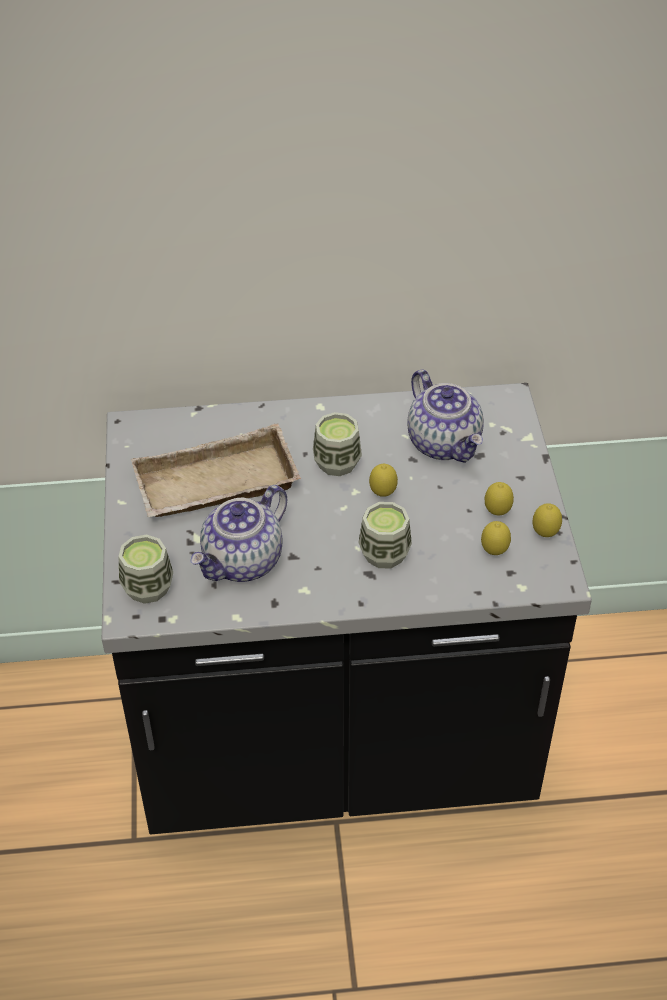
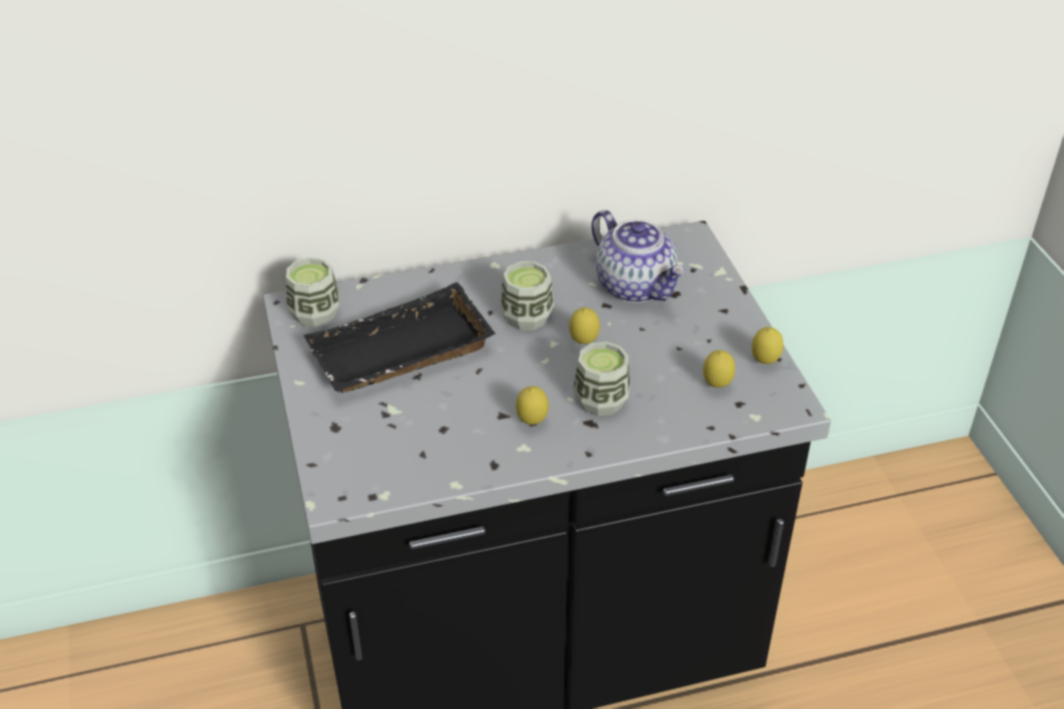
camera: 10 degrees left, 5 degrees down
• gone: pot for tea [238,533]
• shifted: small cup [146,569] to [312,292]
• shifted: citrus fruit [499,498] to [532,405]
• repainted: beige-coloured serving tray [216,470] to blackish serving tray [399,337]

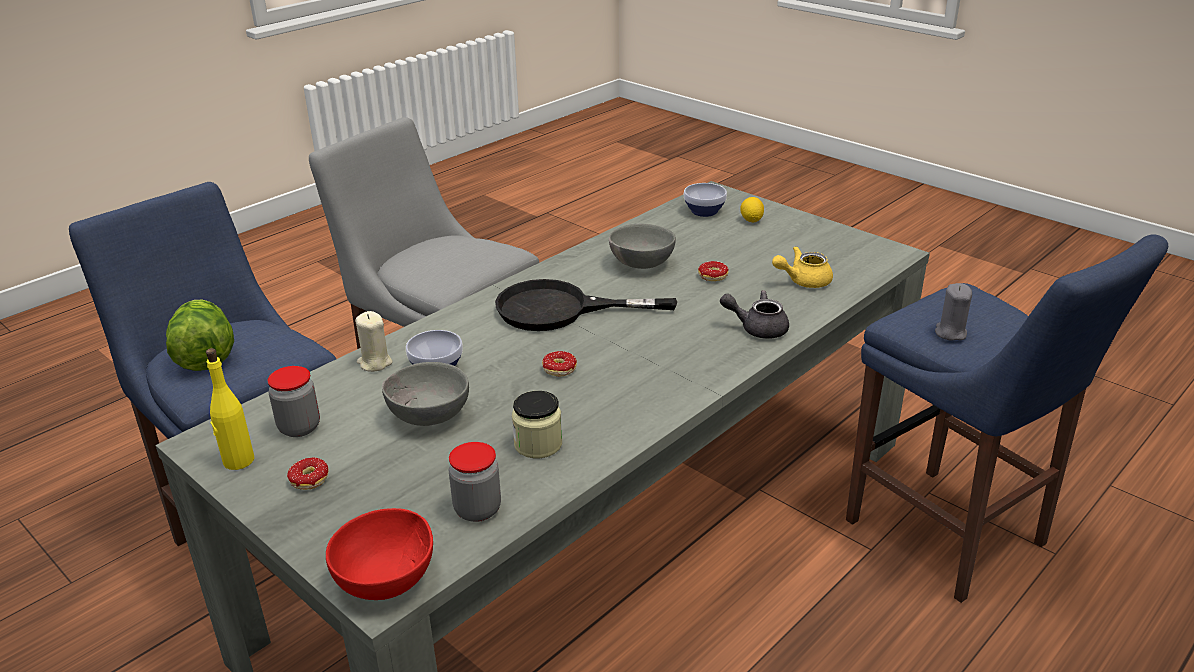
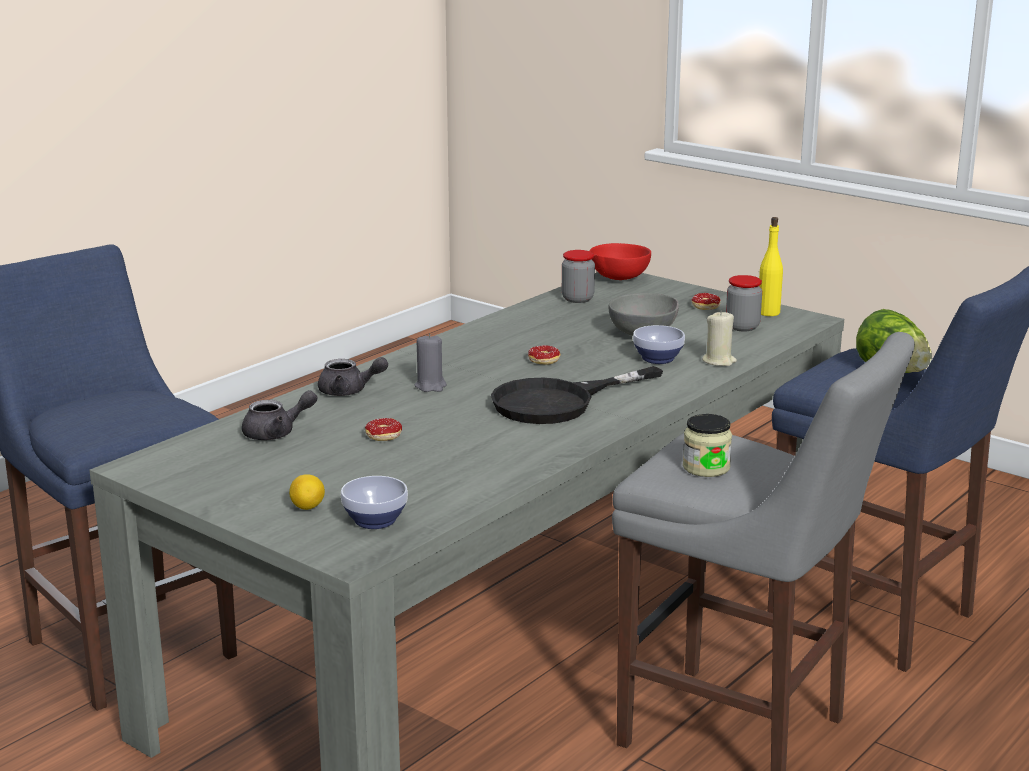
camera: 175 degrees right, 10 degrees down
• gone: grey deep dish [642,246]
• shifted: storage jar [537,424] to [707,445]
• shifted: grey wax candle [953,312] to [431,362]
• repainted: yellowish pot for tea [802,267] to grey pot for tea [279,415]
• rotated: blackish pan [586,305] = [577,395] 150 degrees clockwise

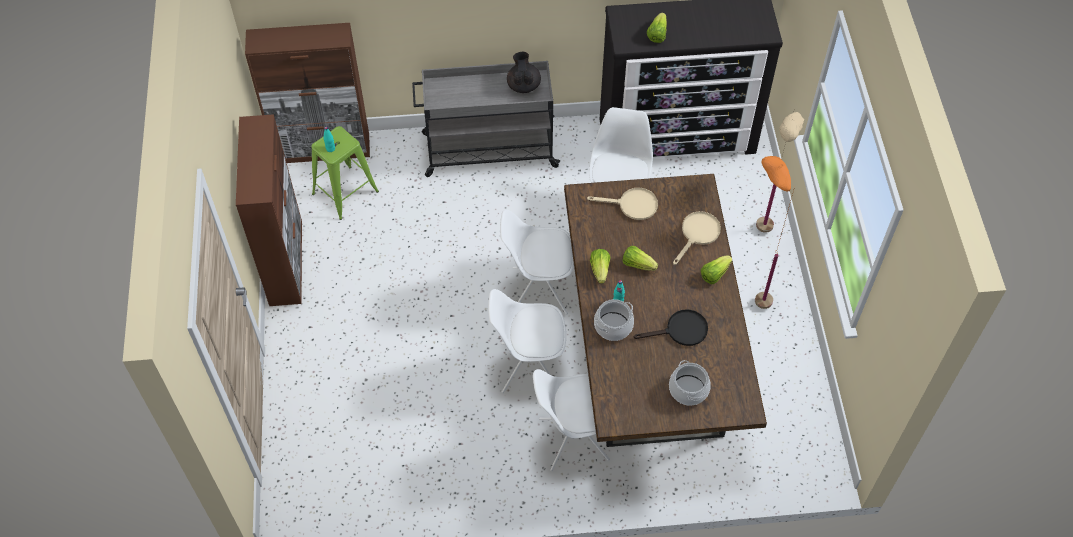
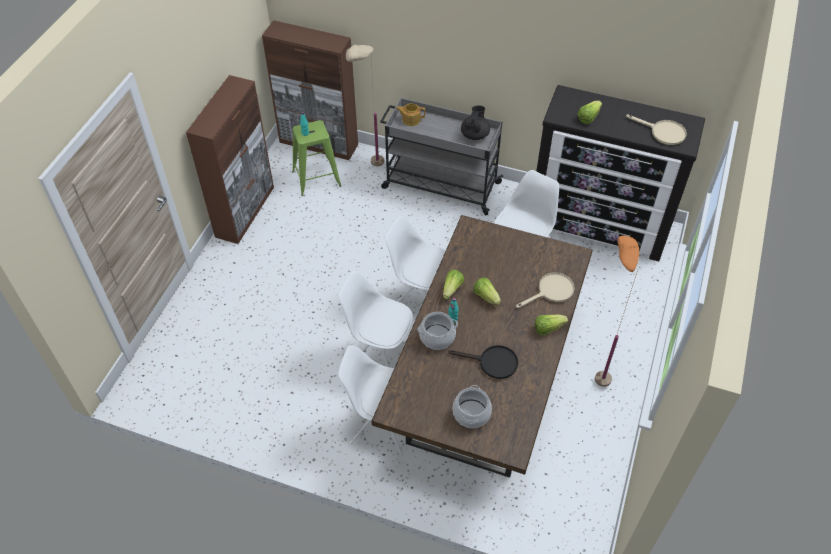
camera: 25 degrees right, 5 degrees down
• new: pot for tea [410,114]
• shifted: beige-coloured pan [622,204] to [656,129]
• shifted: beige-coloured floor lamp [780,170] to [365,106]

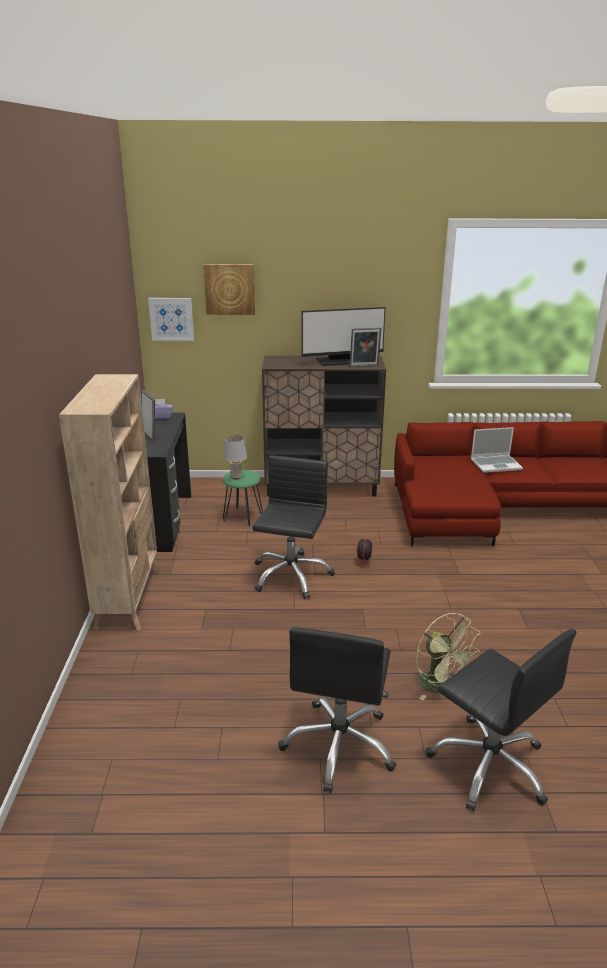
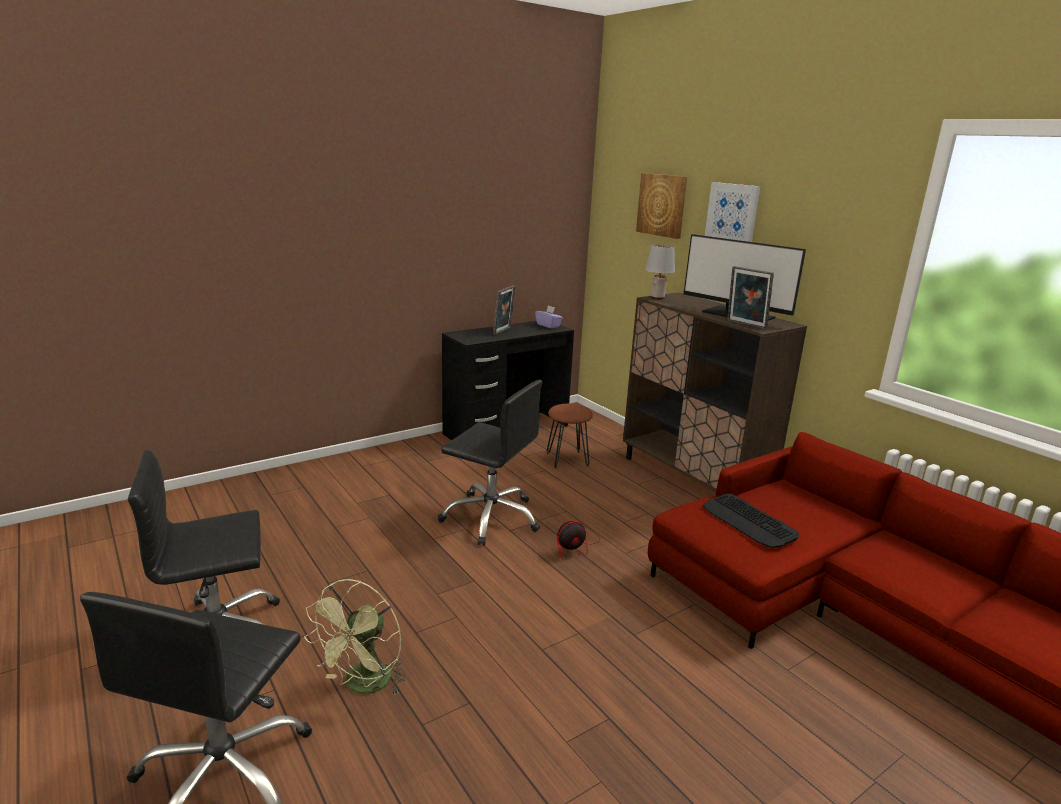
camera: 55 degrees right, 5 degrees down
• gone: beige-coloured bookcase [109,502]
• gone: laptop [497,450]
• new: PC keyboard [751,521]
• shifted: picture [171,319] to [732,212]
• shifted: grey tabletop lamp [235,457] to [660,271]
• repainted: green stool [243,498] to brown stool [570,436]
• rotated: blackish desk chair [293,527] = [490,463] 45 degrees clockwise

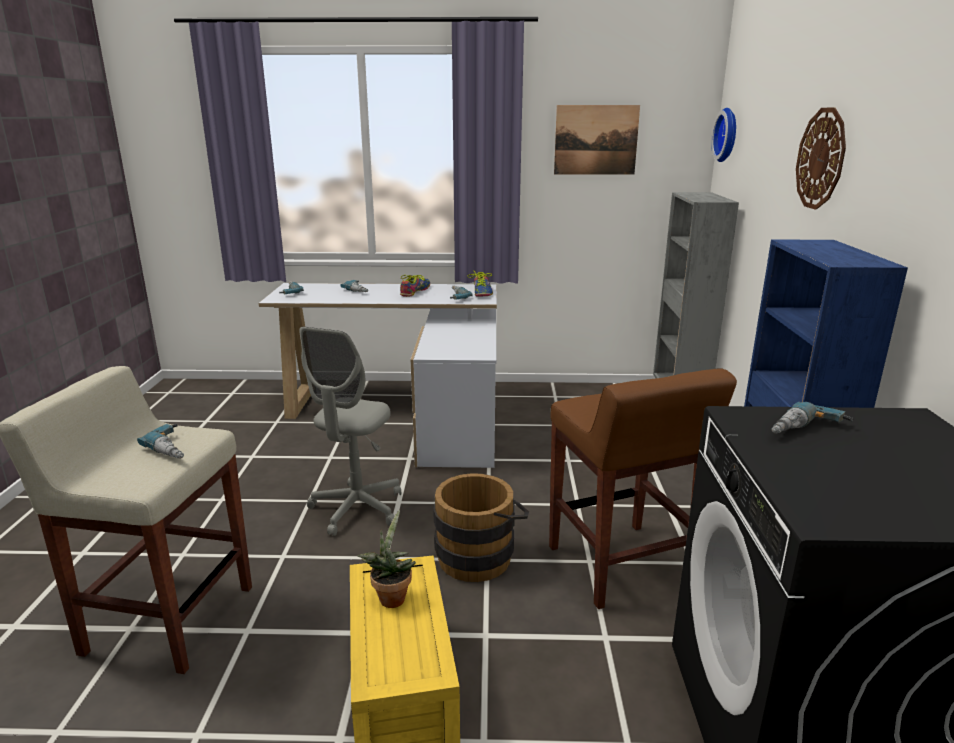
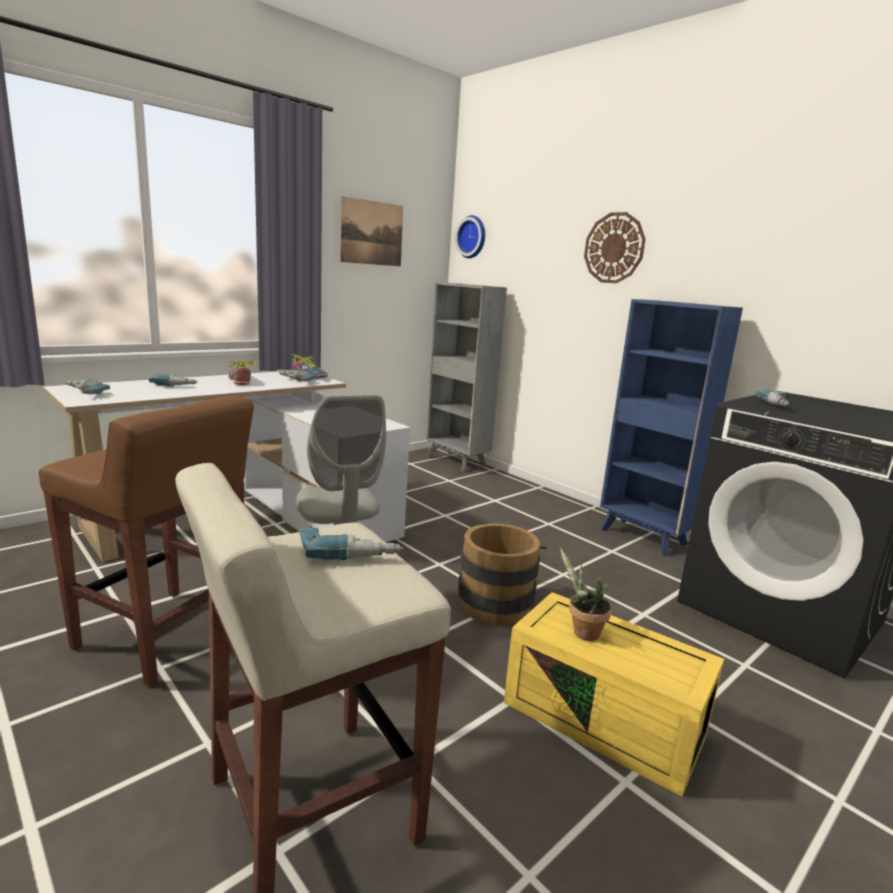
camera: 45 degrees left, 5 degrees down
• shifted: brown stool [643,489] to [146,541]

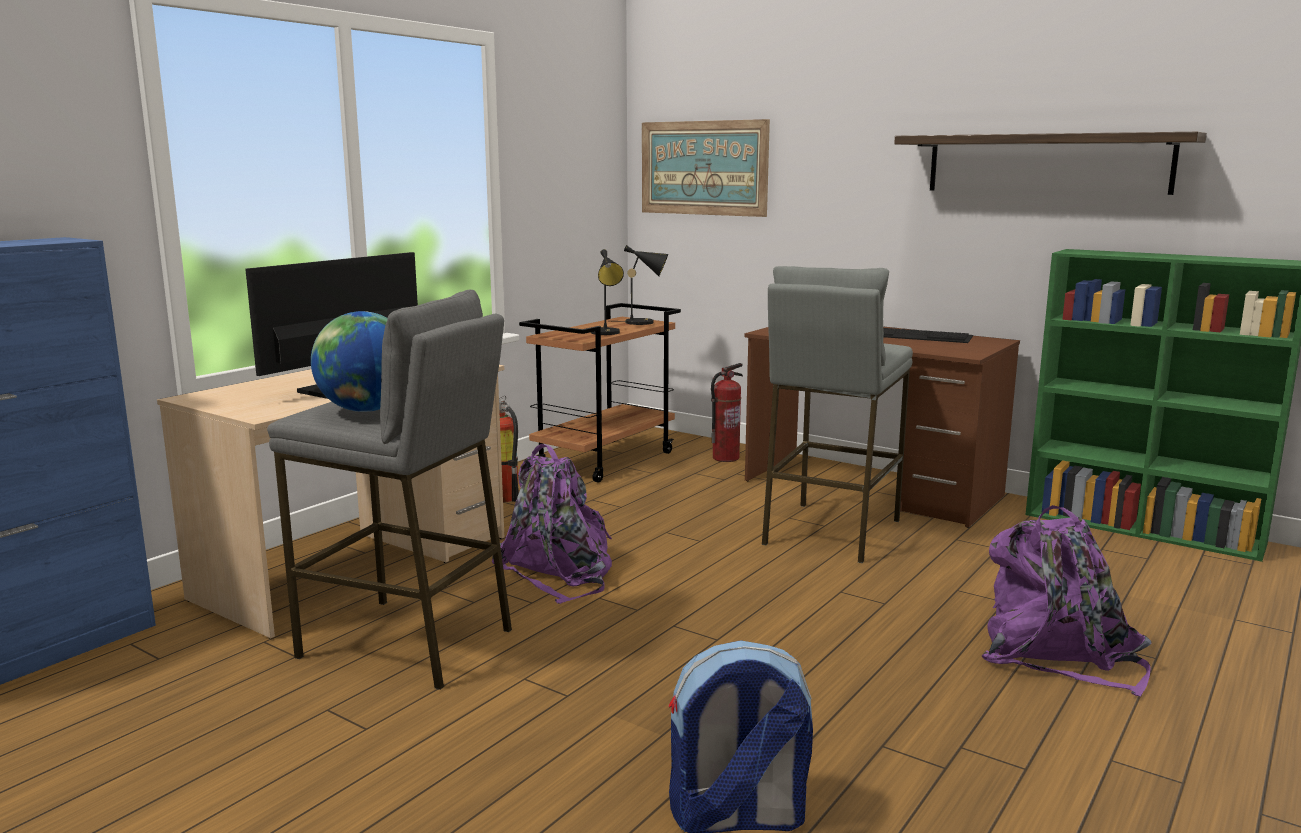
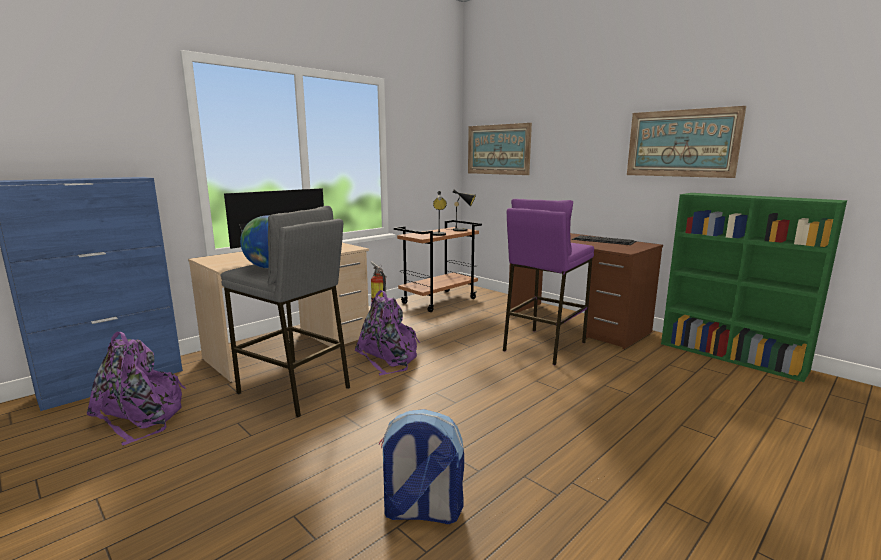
camera: 10 degrees right, 0 degrees up
• gone: fire extinguisher [727,412]
• shifted: purple backpack [1067,600] to [136,389]
• swapped: shelf [1050,163] to picture [686,142]
• repainted: grey stool [837,414] to purple stool [548,282]

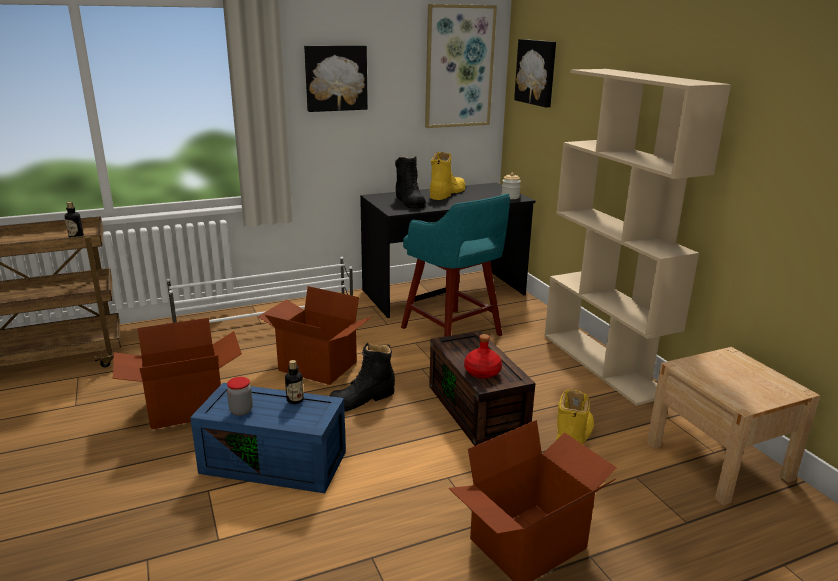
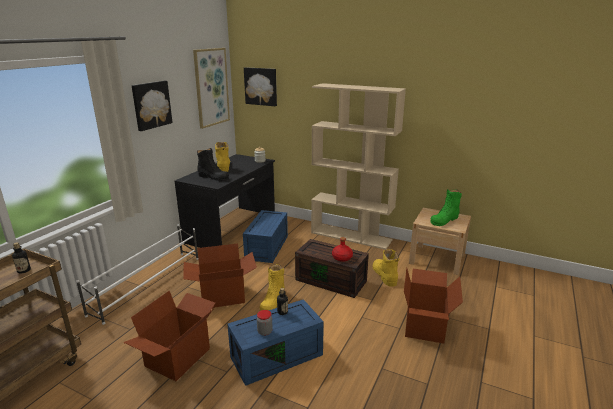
camera: 40 degrees left, 0 degrees up
• new: green high-top boot [446,207]
• swapped: turquoise-coloured stool [455,265] to bluish storage bin [265,236]
• repainted: blackish high-top boot [362,377] to yellowish high-top boot [272,287]

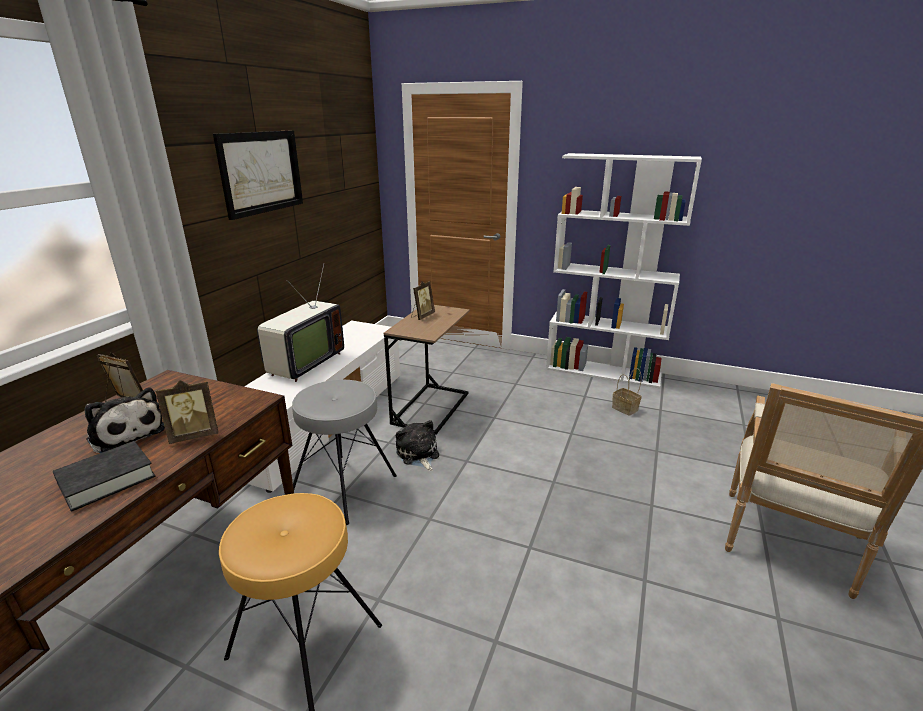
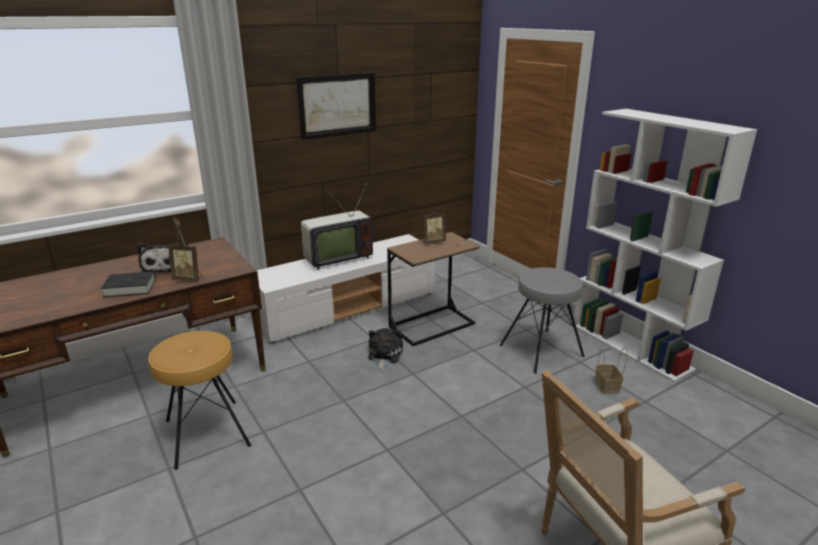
camera: 35 degrees right, 0 degrees up
• shifted: grey stool [344,452] to [542,320]

